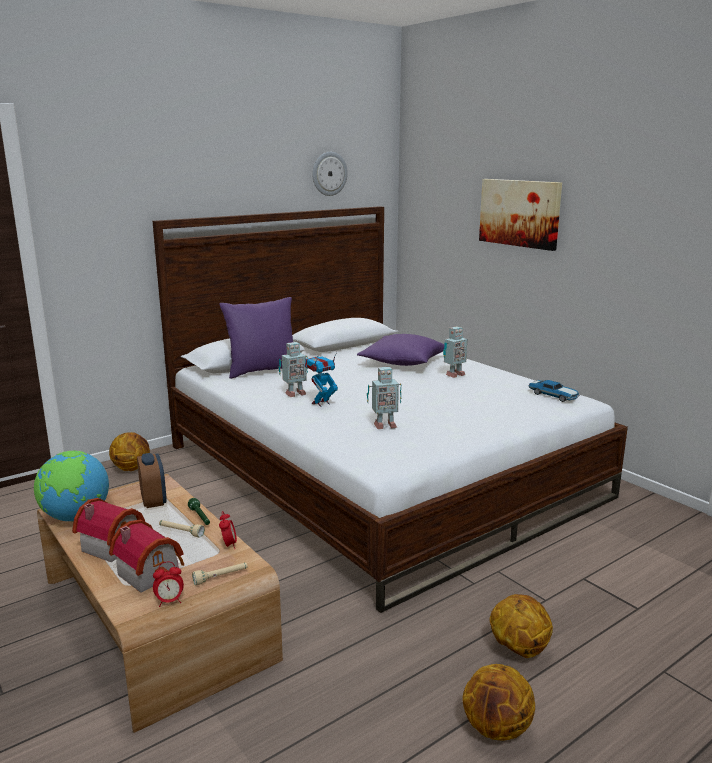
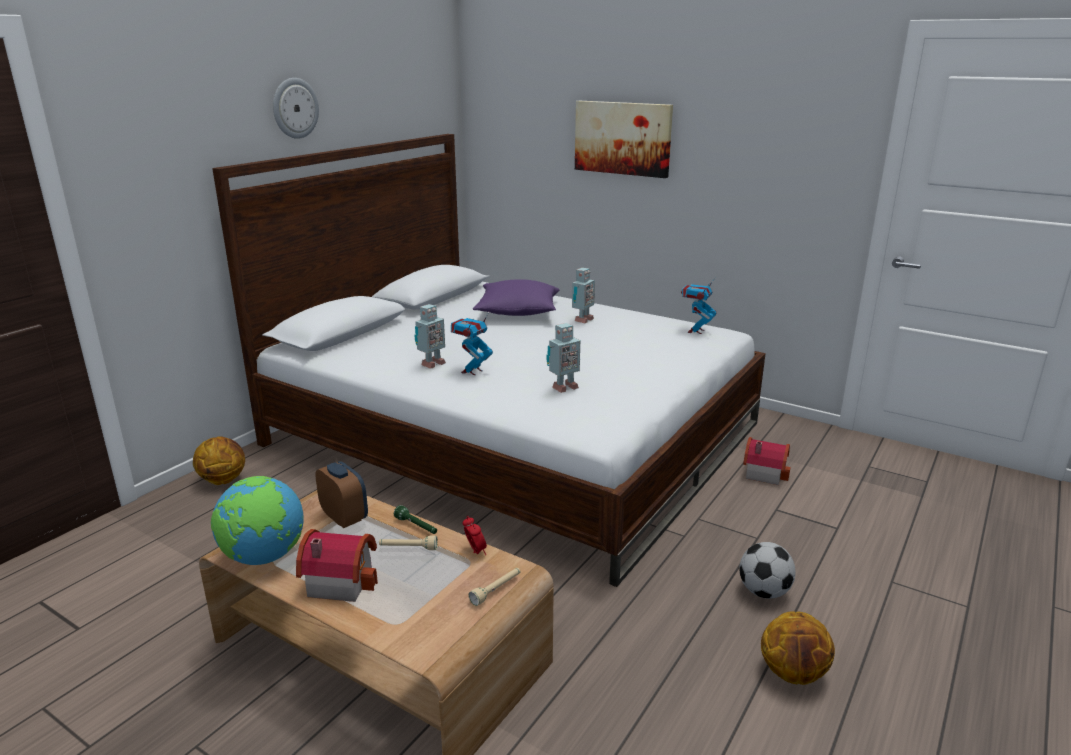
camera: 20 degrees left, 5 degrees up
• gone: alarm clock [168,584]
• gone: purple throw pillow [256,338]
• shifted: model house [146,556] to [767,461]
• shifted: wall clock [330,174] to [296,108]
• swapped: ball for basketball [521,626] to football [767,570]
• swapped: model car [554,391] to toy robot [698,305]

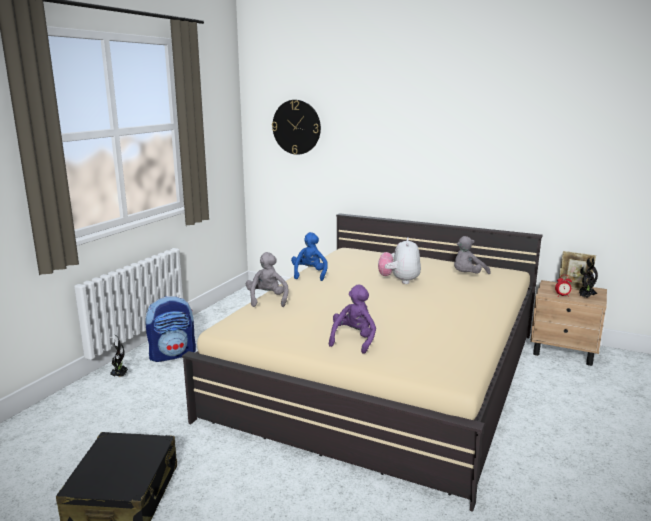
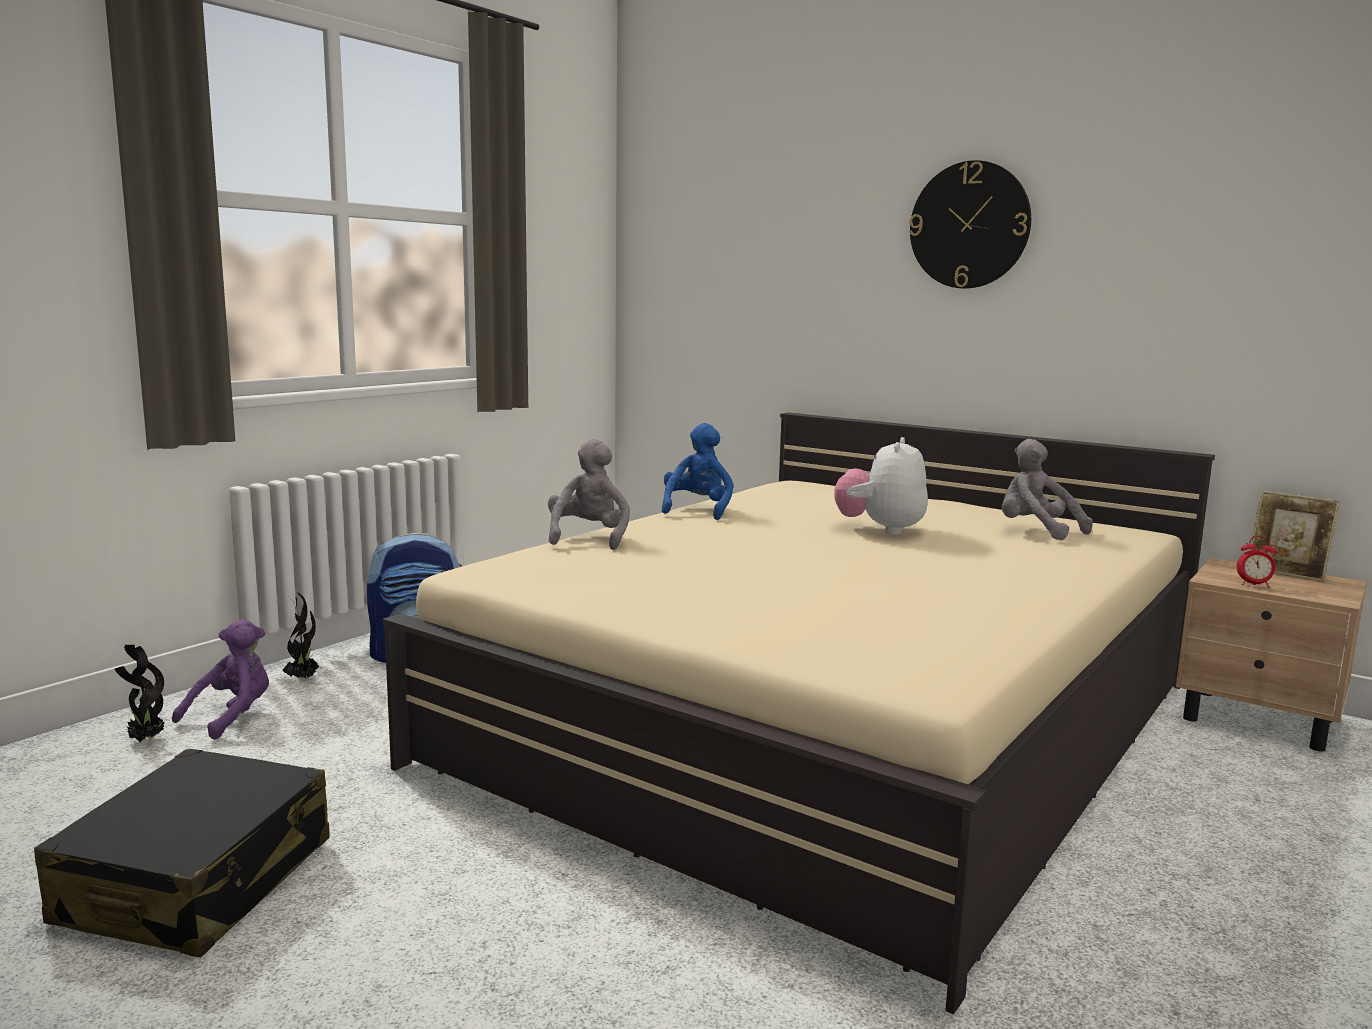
camera: 10 degrees right, 5 degrees down
• shifted: wall clock [296,127] to [970,224]
• shifted: purple cuddly toy [352,319] to [220,679]
• shifted: plant in a pot [588,277] to [139,693]
• rotated: grey cuddly toy [472,255] = [1047,489] 75 degrees clockwise

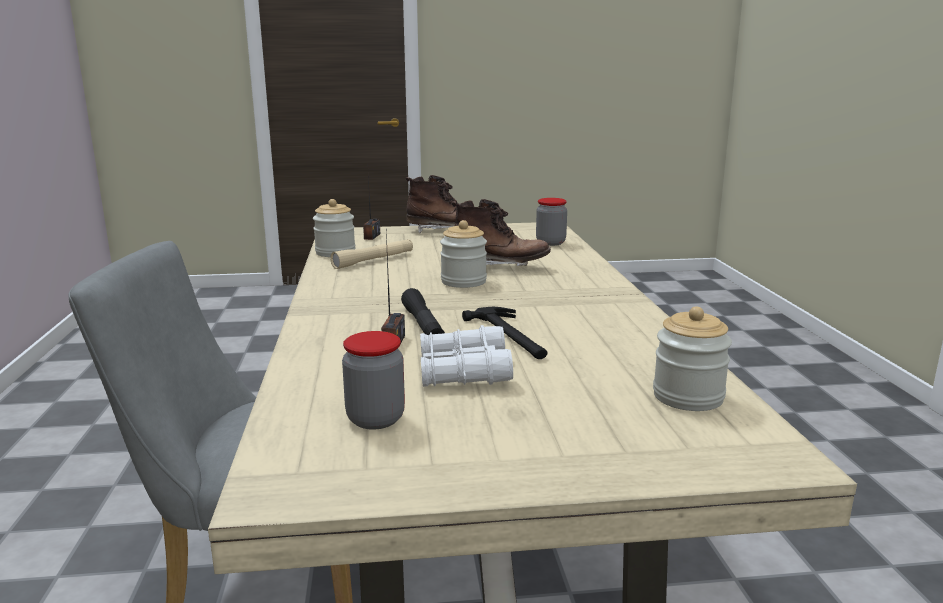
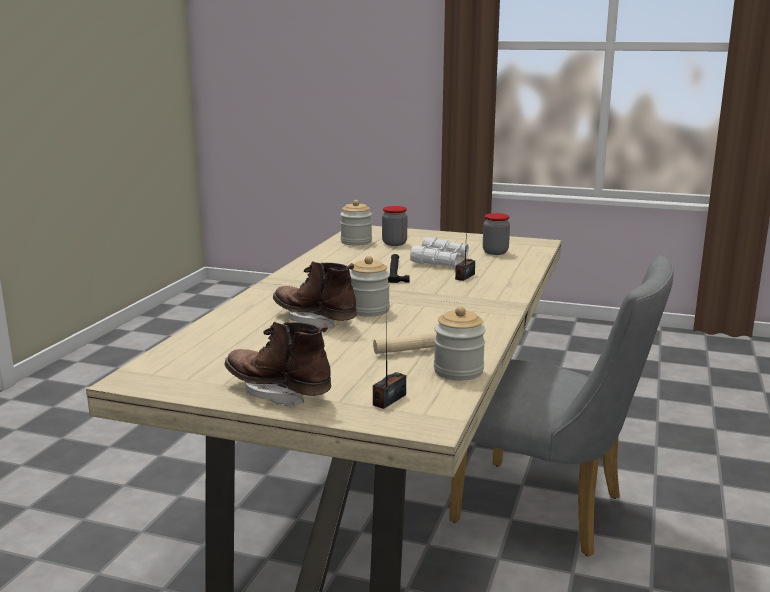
camera: 155 degrees left, 0 degrees up
• gone: blackish hand torch [423,311]
• shifted: storage jar [551,222] to [394,226]

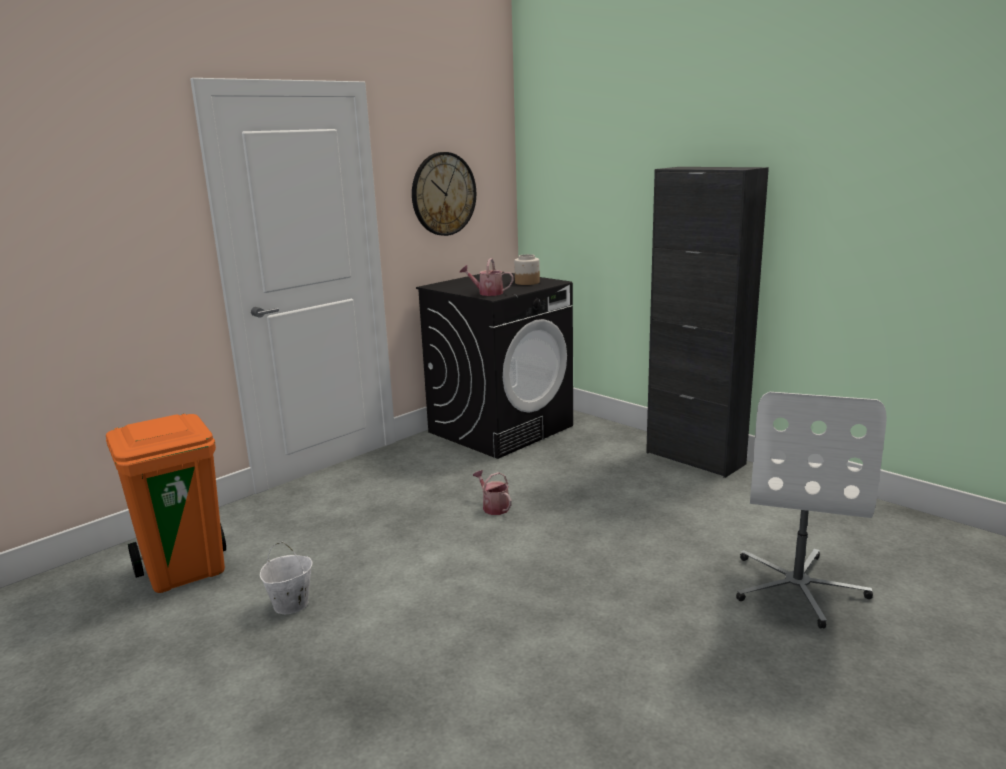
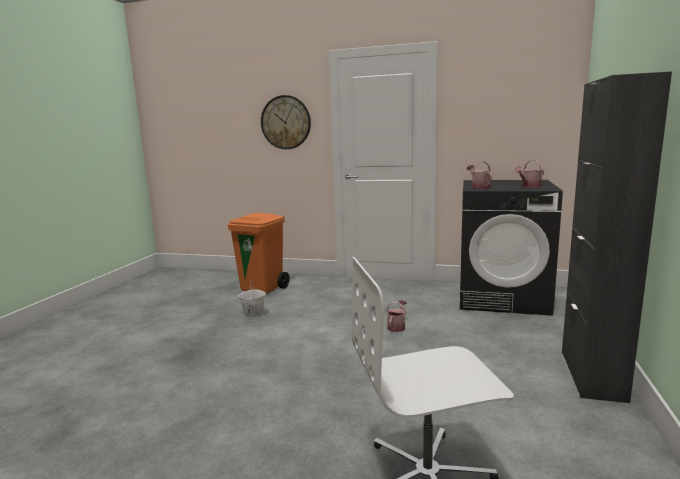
camera: 60 degrees right, 5 degrees down
• shifted: wall clock [444,194] to [286,122]
• swapped: storage jar [527,269] to watering can [529,174]

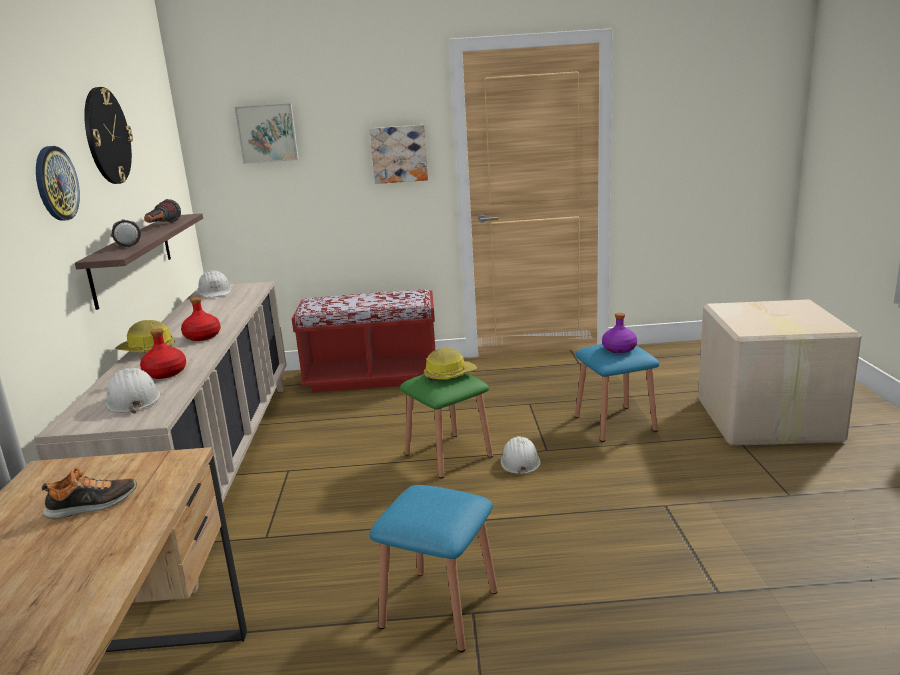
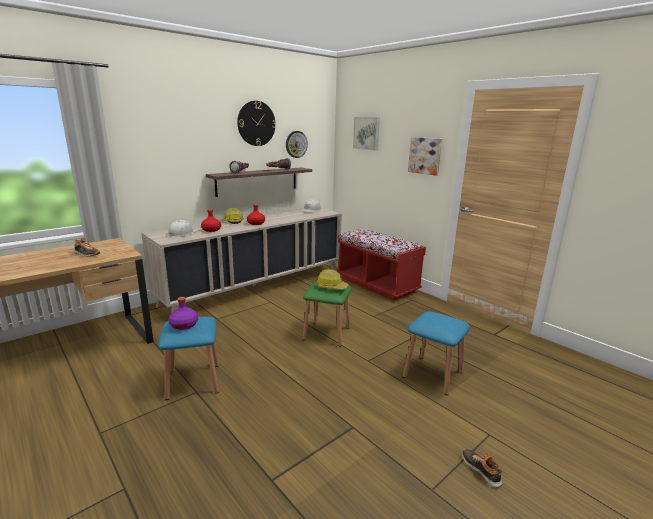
camera: 50 degrees right, 0 degrees up
• gone: white safety helmet [520,456]
• gone: carton [779,372]
• new: shoe [482,468]
• shifted: wall clock [58,183] to [297,144]
• shifted: purple beverage bottle [619,333] to [183,313]

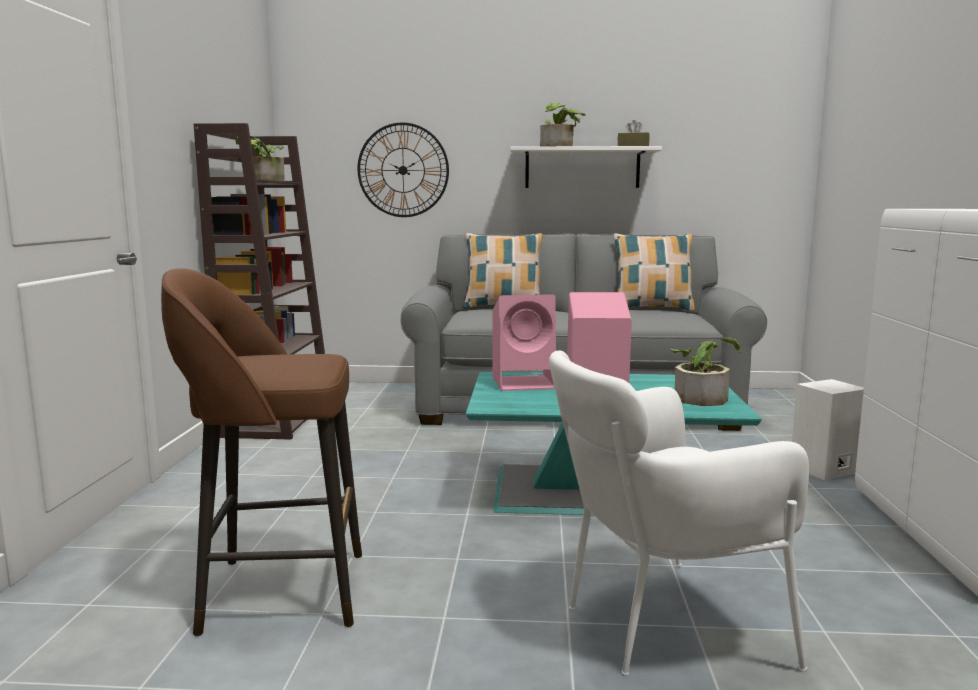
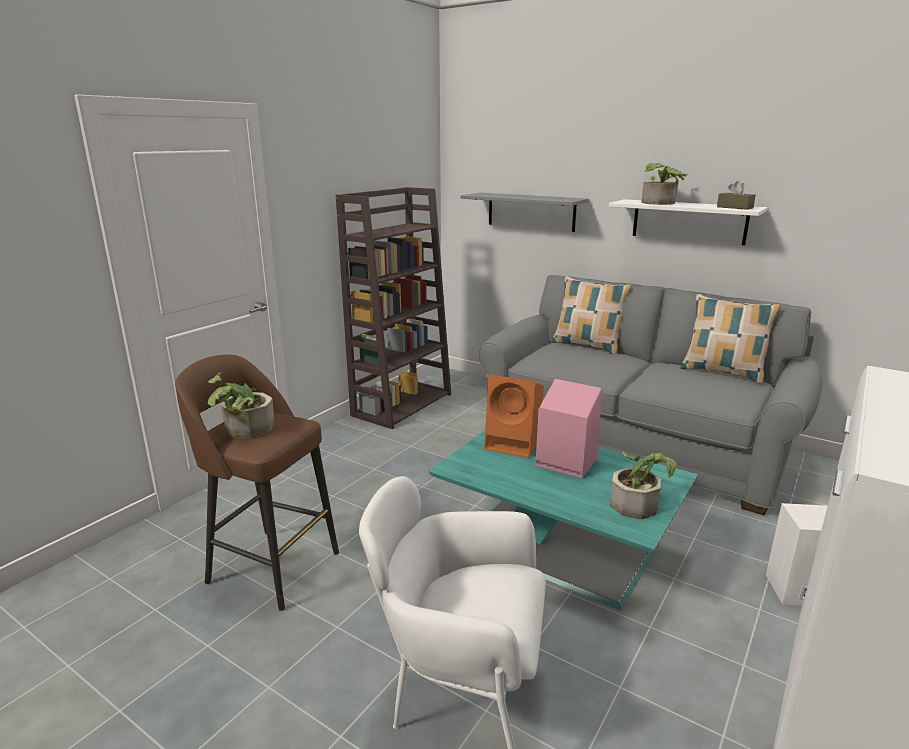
camera: 30 degrees right, 10 degrees up
• shifted: plant in a pot [260,159] to [241,405]
• swapped: wall clock [403,169] to grey shelf [525,212]
• repainted: pink speaker [524,342] to orange speaker [514,416]

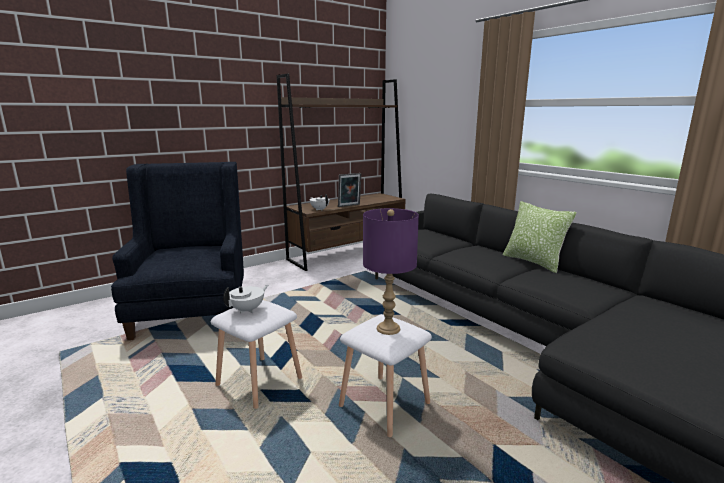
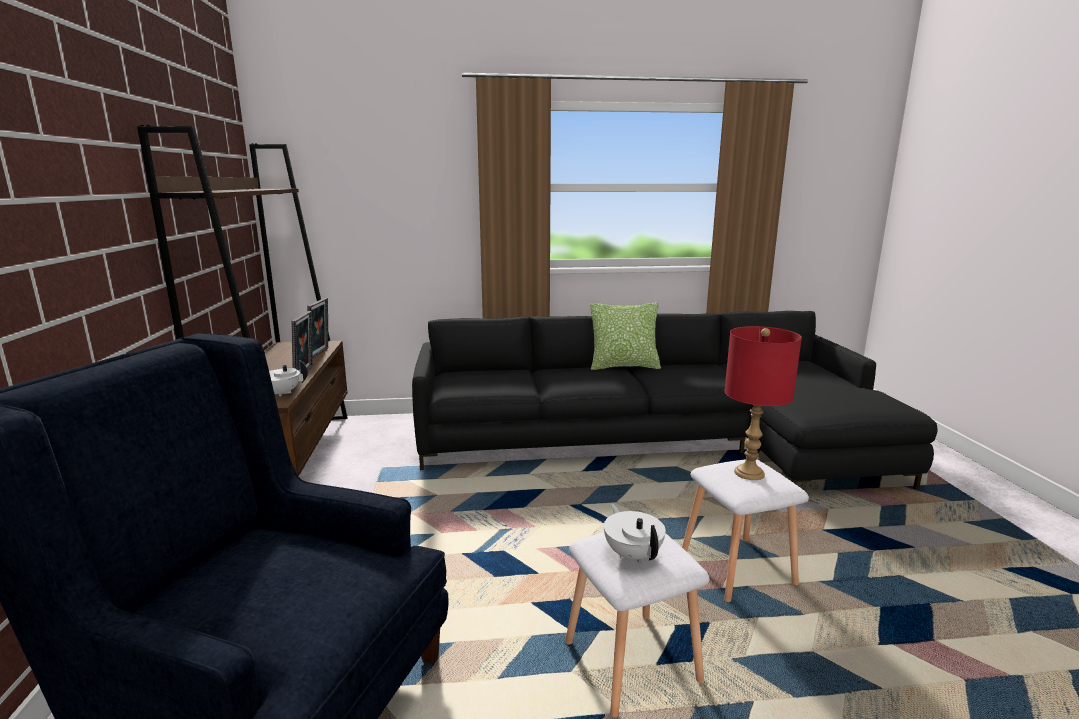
camera: 60 degrees left, 0 degrees up
• new: picture frame [317,328]
• repainted: purple tabletop lamp [391,271] to red-coloured tabletop lamp [763,403]

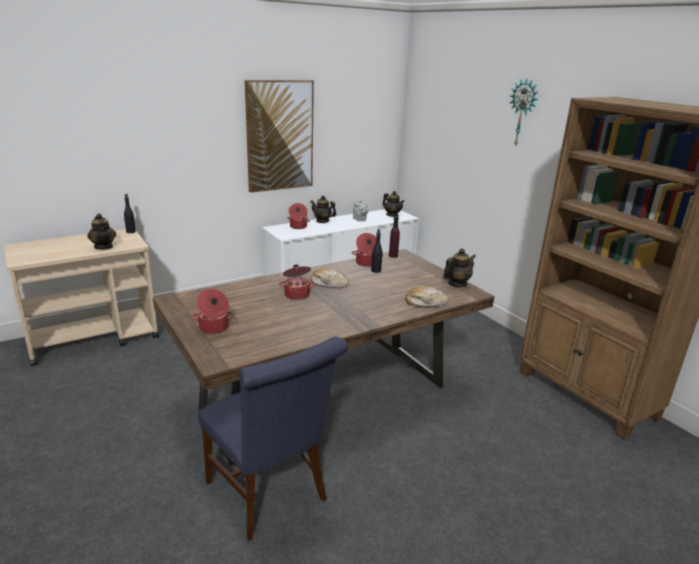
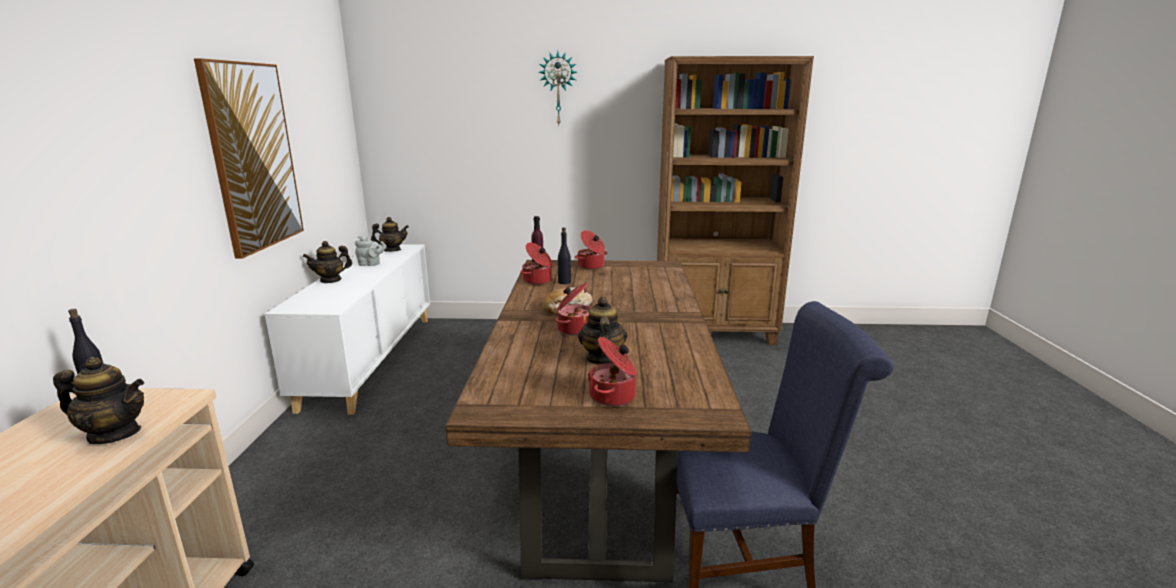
camera: 55 degrees left, 5 degrees down
• gone: baked bread [426,297]
• shifted: cooking pot [298,216] to [591,250]
• shifted: pot for tea [459,267] to [603,331]

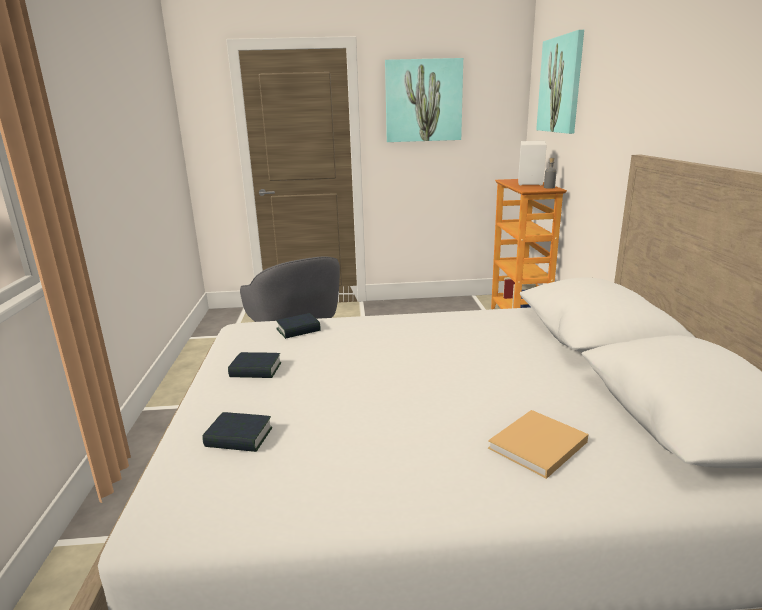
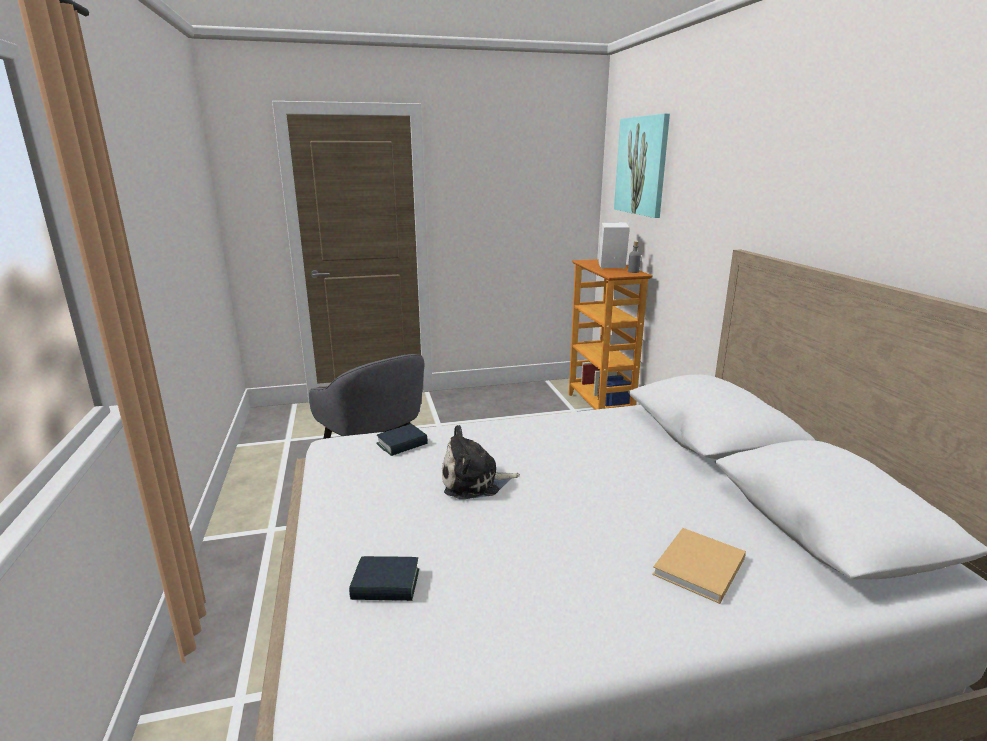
camera: 10 degrees left, 0 degrees up
• gone: book [254,365]
• gone: picture [424,100]
• new: cuddly toy [481,462]

